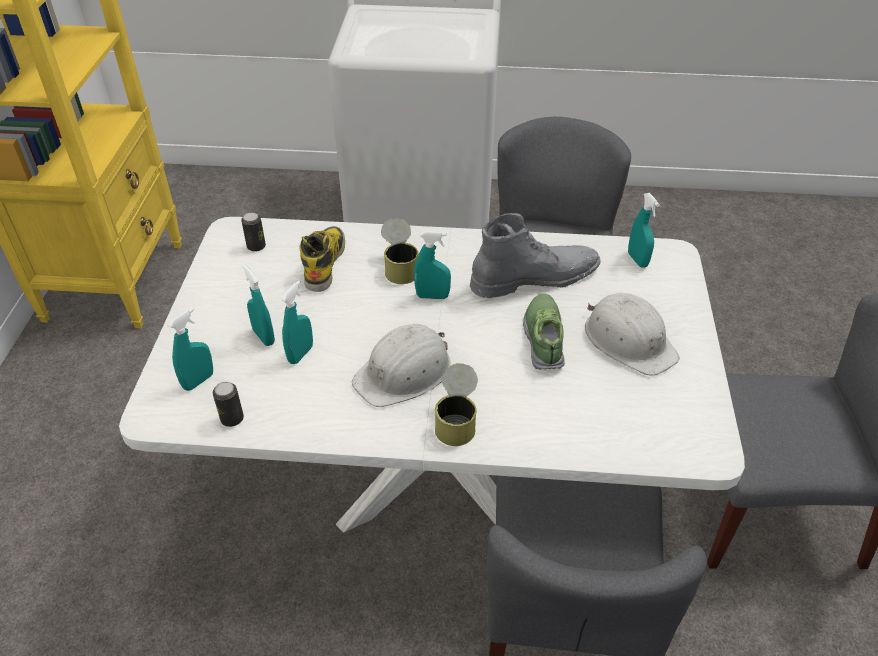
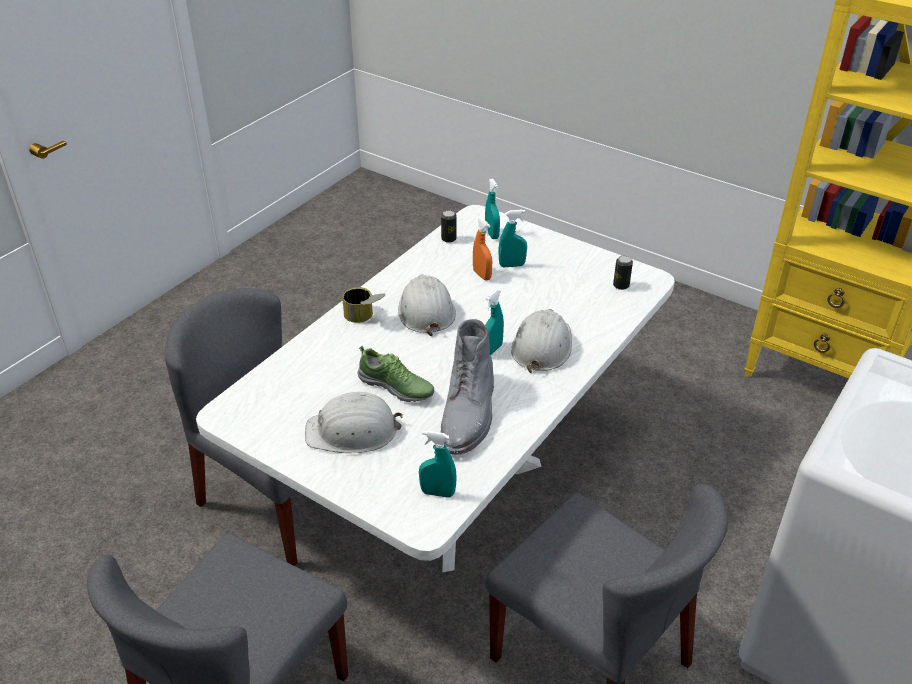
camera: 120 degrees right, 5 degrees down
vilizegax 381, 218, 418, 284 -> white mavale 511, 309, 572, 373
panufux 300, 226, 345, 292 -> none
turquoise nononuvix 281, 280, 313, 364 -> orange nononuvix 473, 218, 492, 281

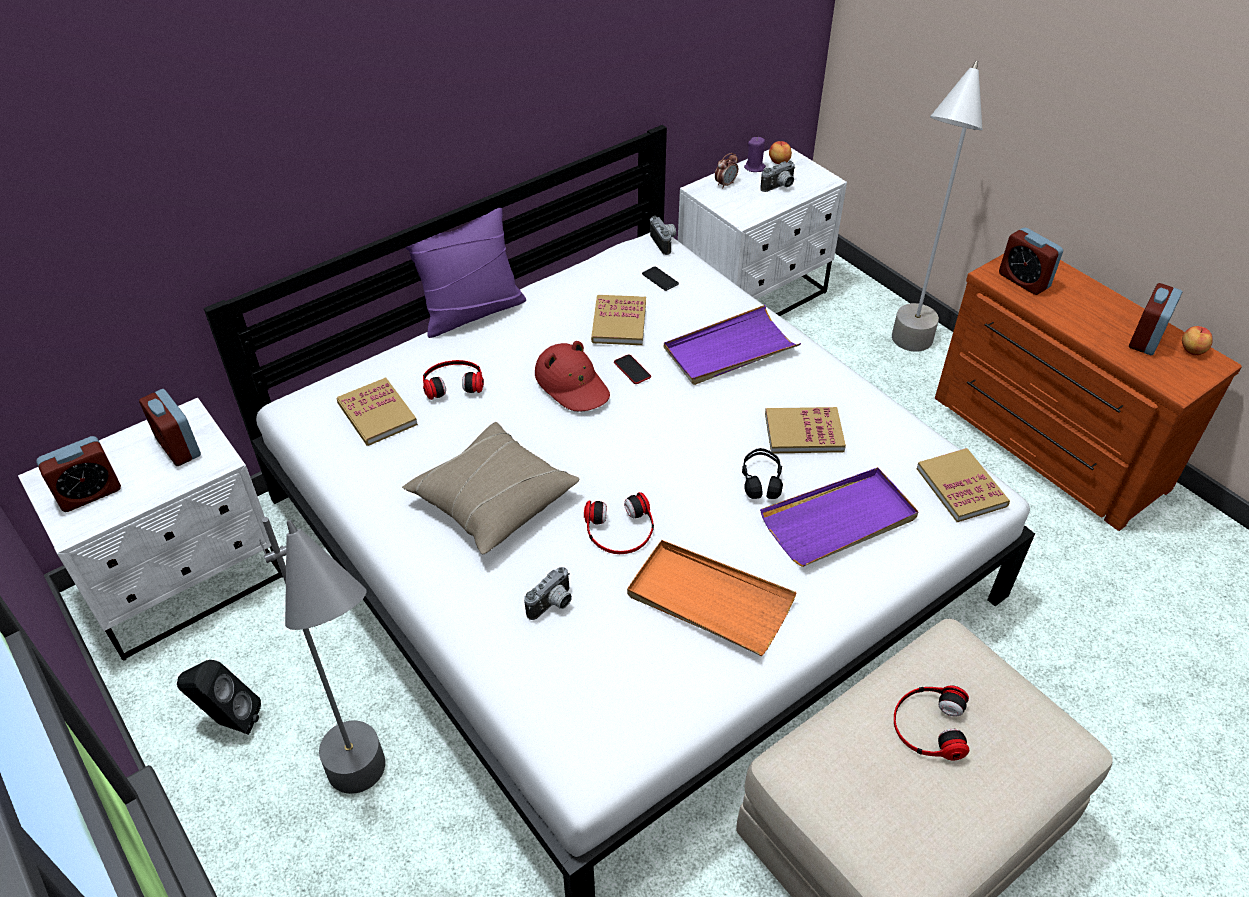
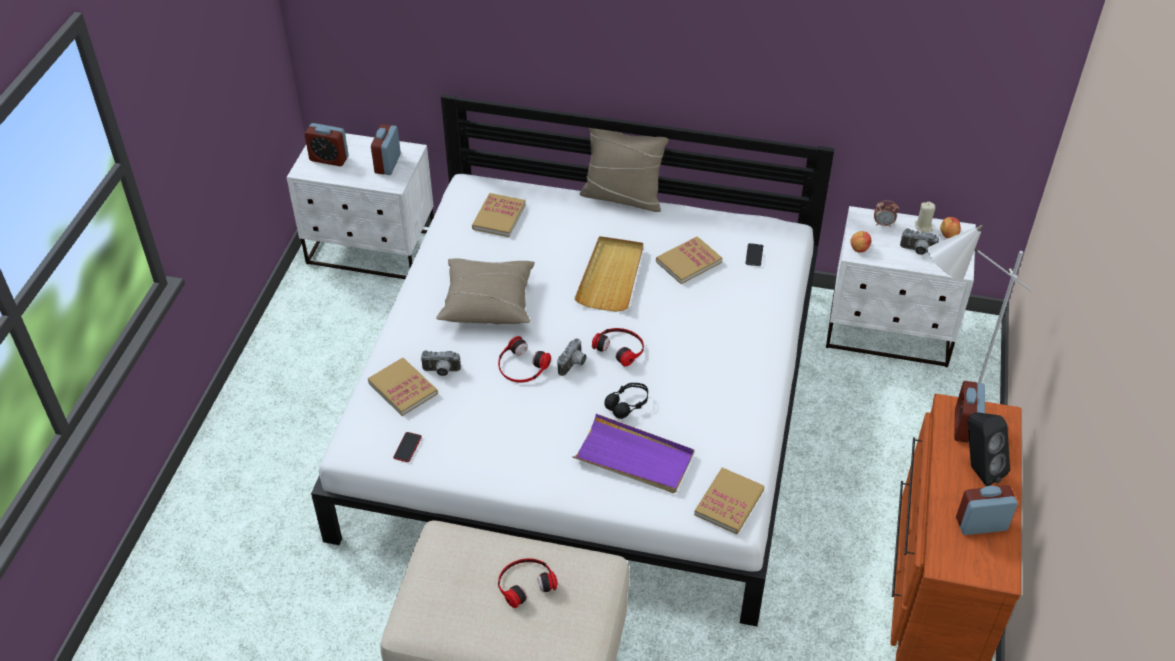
camera: 50 degrees right, 0 degrees up
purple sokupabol 744, 137, 766, 172 -> beige sokupabol 915, 202, 935, 233
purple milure 405, 208, 526, 338 -> beige milure 580, 128, 669, 212
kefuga 650, 216, 676, 255 -> kefuga 557, 338, 587, 376, moved
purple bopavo 664, 305, 801, 385 -> none
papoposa 1182, 326, 1212, 355 -> papoposa 850, 231, 871, 253, moved
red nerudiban 535, 341, 610, 411 -> beige bopavo 574, 236, 643, 312
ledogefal 614, 354, 651, 384 -> ledogefal 393, 432, 422, 462, moved
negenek 423, 360, 484, 400 -> negenek 592, 328, 644, 367, moved
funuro 765, 407, 846, 453 -> funuro 368, 358, 438, 416, moved
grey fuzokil 259, 517, 385, 794 -> none
orange bopavo 627, 540, 797, 656 -> none
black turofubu 177, 660, 261, 735 -> black turofubu 968, 412, 1010, 486, moved

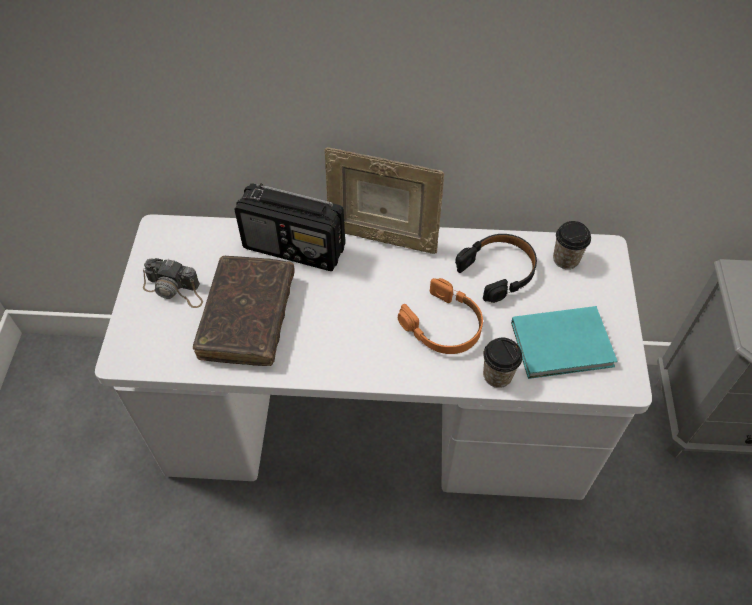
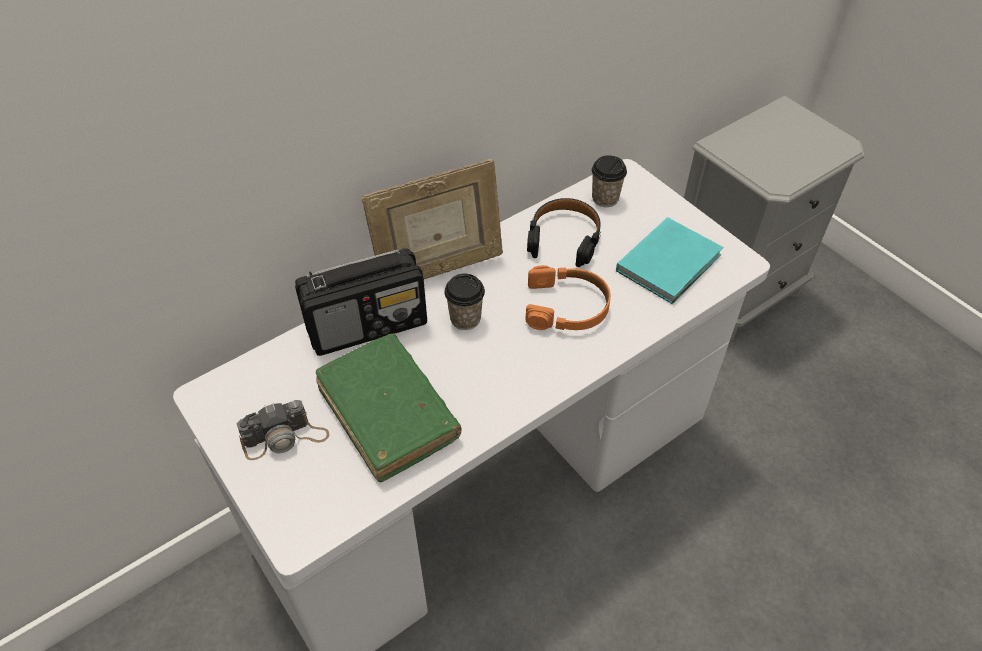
camera: 40 degrees left, 5 degrees down
brown funuro 193, 256, 295, 366 -> green funuro 316, 333, 461, 482
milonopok 483, 338, 522, 388 -> milonopok 444, 274, 485, 330, moved

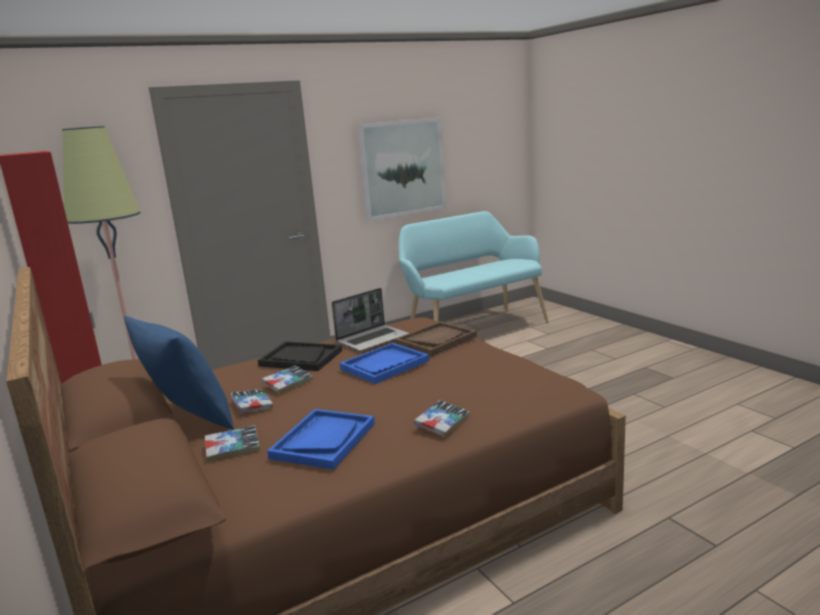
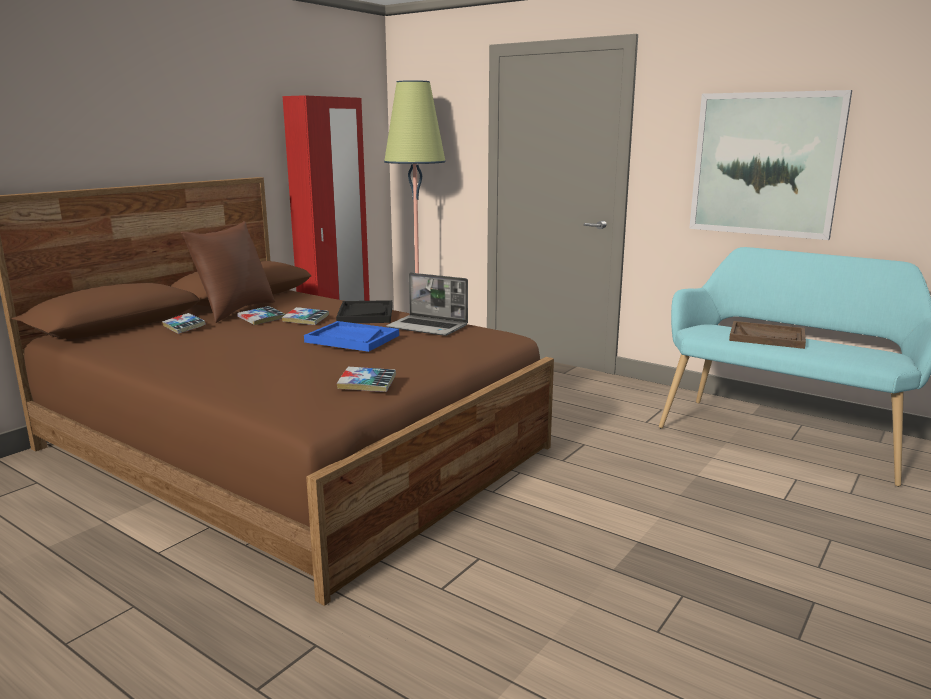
camera: 65 degrees right, 0 degrees up
blue milure 124, 316, 234, 430 -> brown milure 181, 221, 275, 323
brown bopavo 395, 322, 477, 356 -> brown bopavo 729, 321, 806, 349, moved
funuro 414, 400, 470, 437 -> funuro 337, 367, 396, 392, moved
blue bopavo 267, 409, 375, 470 -> none

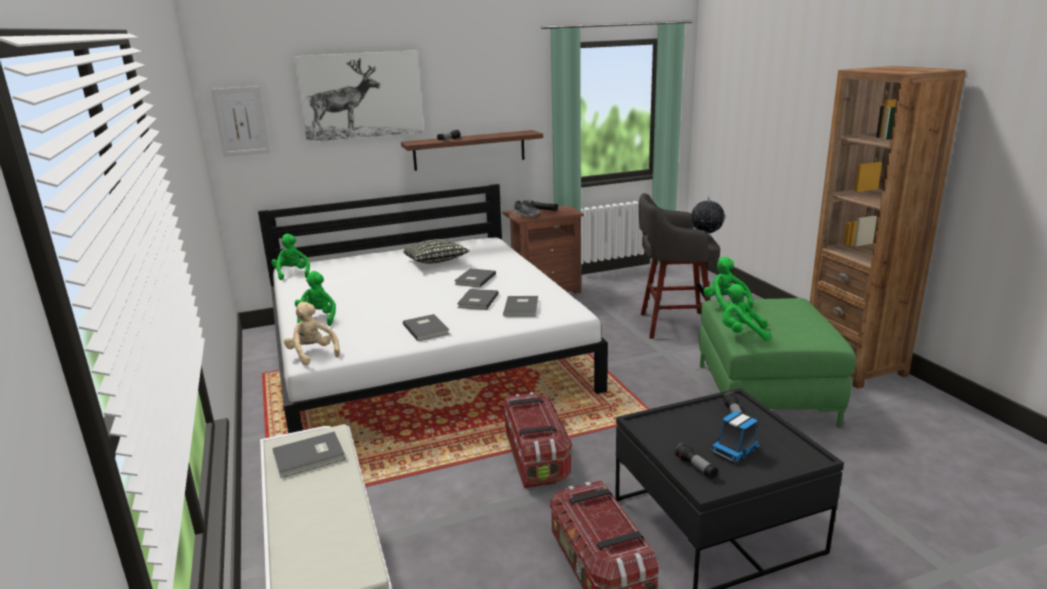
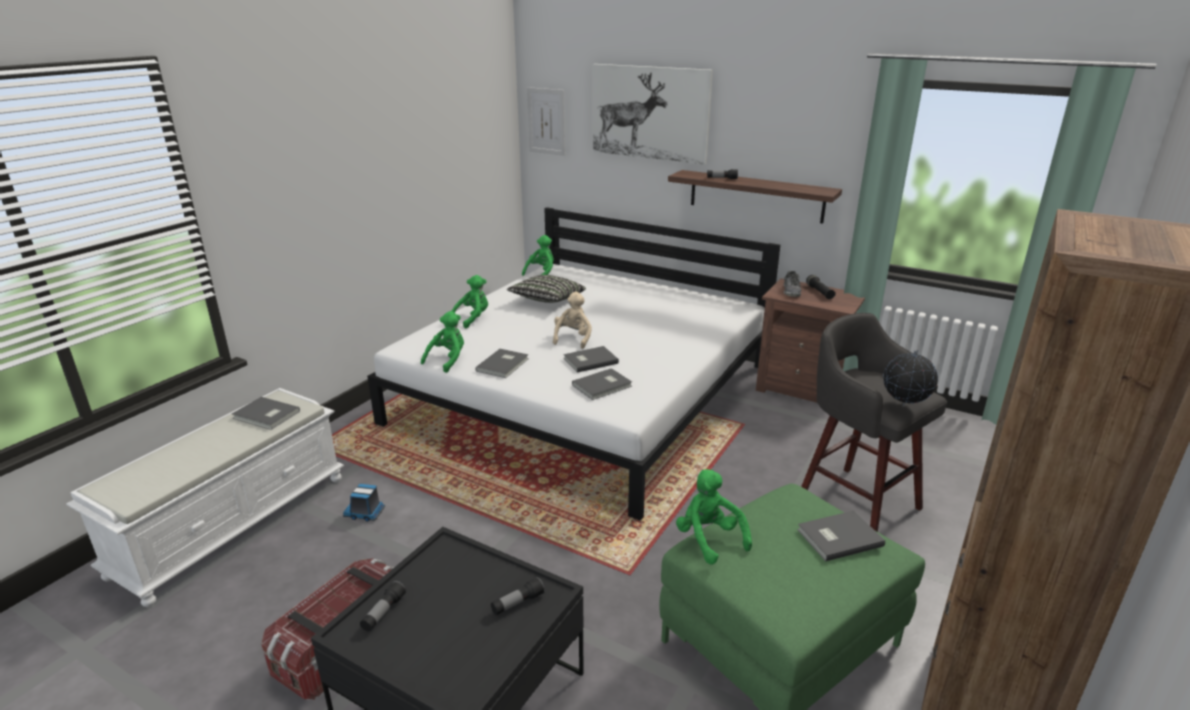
camera: 50 degrees right, 5 degrees up
milure 403, 239, 470, 264 -> milure 507, 275, 586, 303, moved
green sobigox 704, 257, 753, 312 -> green sobigox 421, 311, 464, 373, moved
grey funuro 454, 268, 496, 287 -> grey funuro 797, 511, 885, 561, moved
beige sobigox 284, 302, 340, 366 -> beige sobigox 553, 292, 592, 349, moved
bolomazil 504, 392, 572, 488 -> none
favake 711, 411, 760, 463 -> favake 343, 484, 385, 522, moved

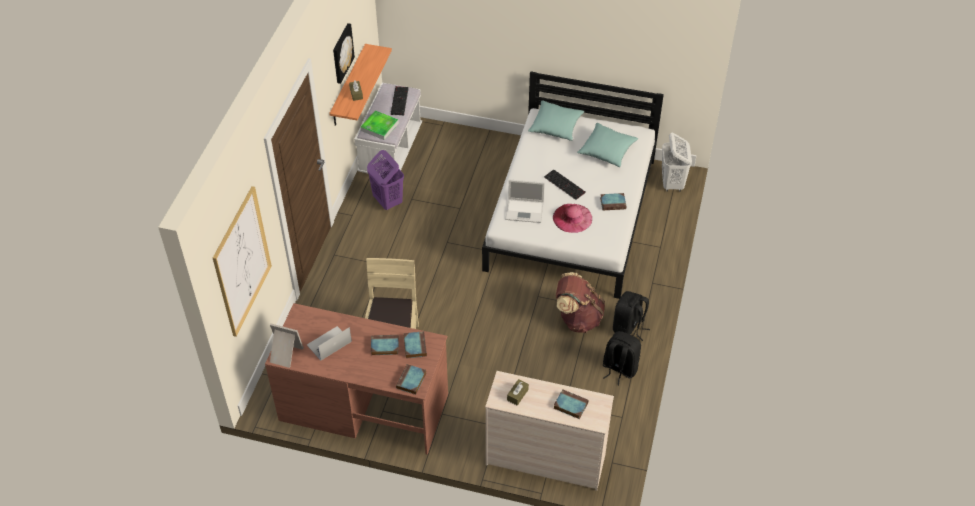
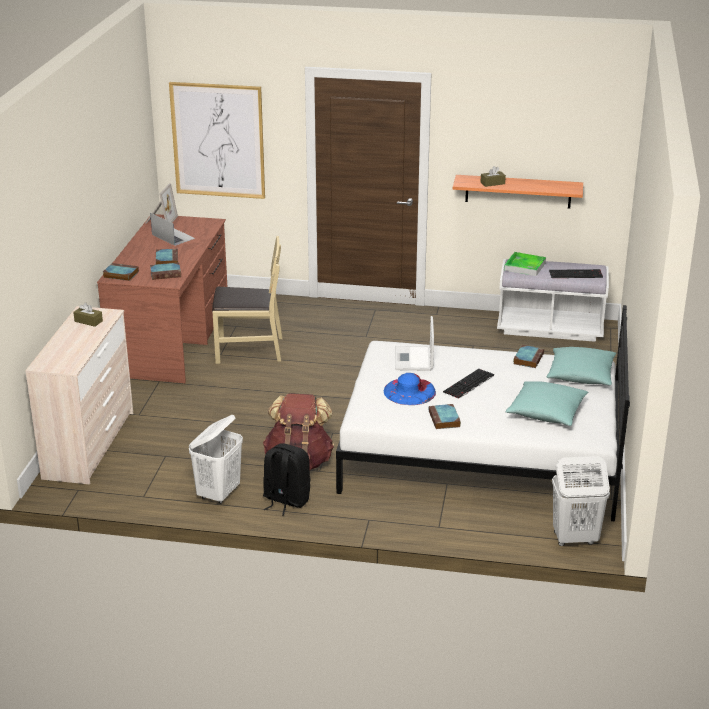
camera: 85 degrees right, 20 degrees down
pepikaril 333, 23, 355, 84 -> none
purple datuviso 367, 150, 404, 210 -> none
pink nerudiban 553, 204, 592, 233 -> blue nerudiban 384, 373, 436, 405
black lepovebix 602, 331, 641, 385 -> white datuviso 189, 415, 243, 504
funuro 554, 389, 589, 419 -> funuro 513, 345, 544, 368, moved

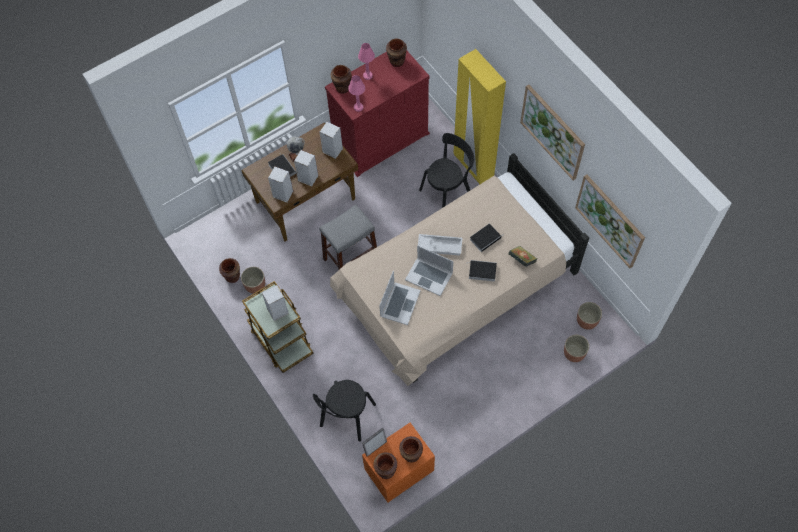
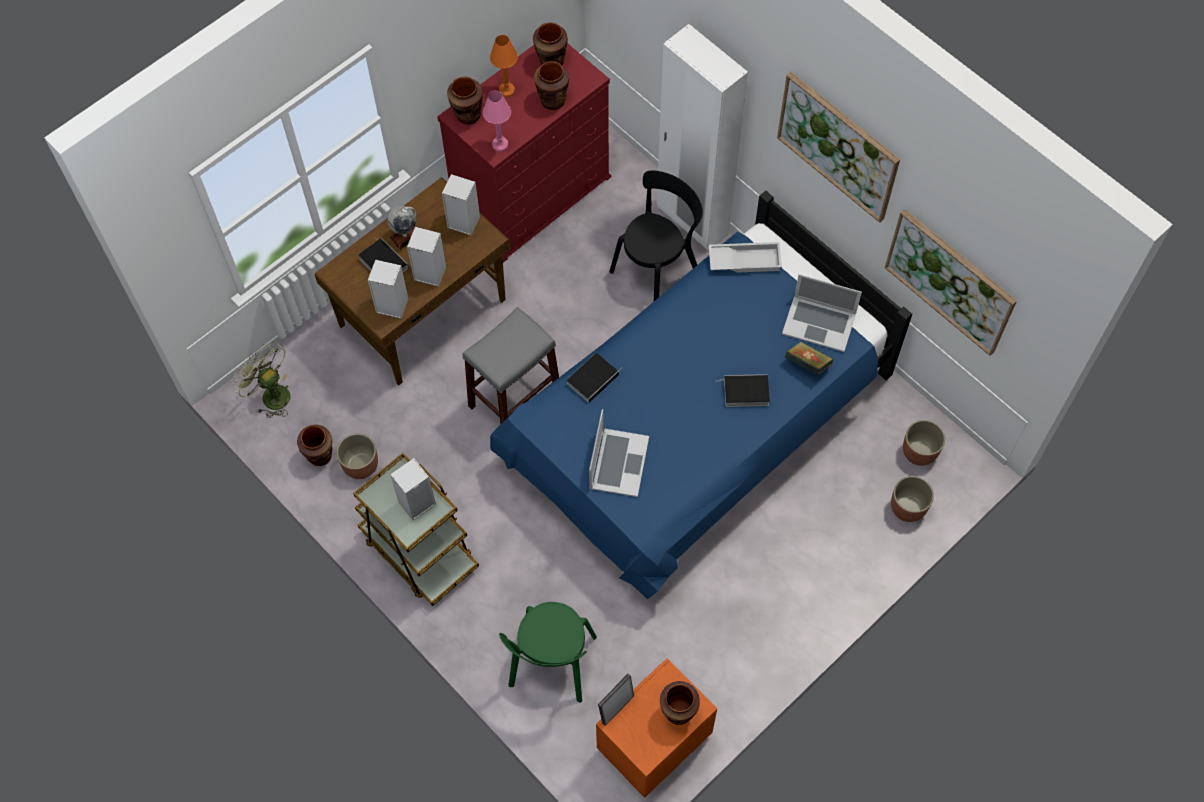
camera: 10 degrees left, 0 degrees up
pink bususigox 358, 43, 375, 80 -> orange bususigox 490, 35, 518, 97
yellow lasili 454, 49, 506, 185 -> white lasili 657, 24, 748, 251
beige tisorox 330, 153, 589, 386 -> blue tisorox 490, 191, 912, 599
funuro 470, 224, 502, 252 -> funuro 567, 353, 623, 403, moved
white bopavo 418, 234, 462, 256 -> white bopavo 709, 242, 782, 273, moved
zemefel 405, 246, 454, 296 -> zemefel 782, 274, 862, 352, moved
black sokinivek 313, 380, 376, 442 -> green sokinivek 499, 602, 597, 703
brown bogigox 374, 452, 397, 479 -> brown bogigox 534, 61, 569, 110, moved
none -> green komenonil 231, 342, 290, 418

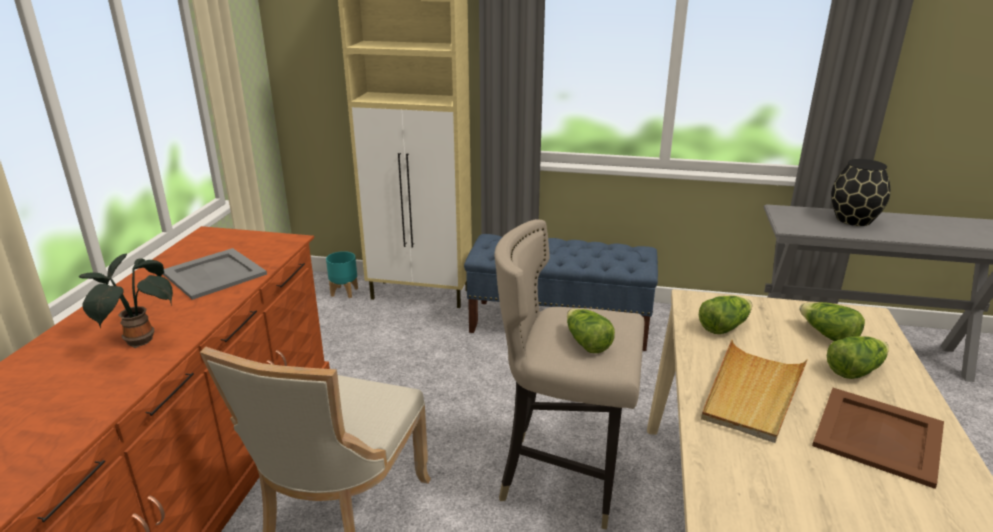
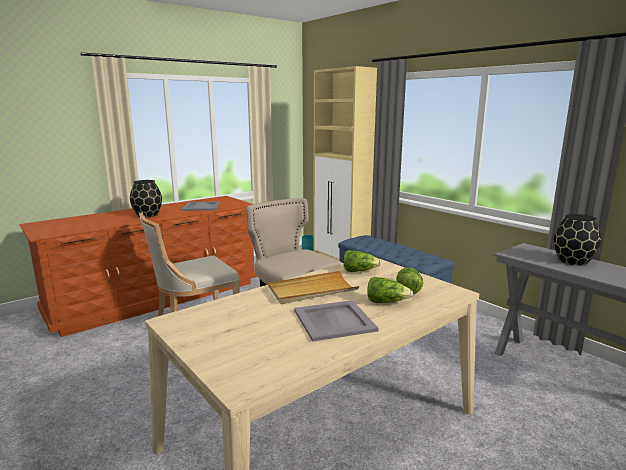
camera: 40 degrees right, 10 degrees down
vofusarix 79, 254, 173, 348 -> black bogigox 130, 180, 162, 217
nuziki 567, 309, 615, 353 -> none
brown bopavo 812, 388, 944, 489 -> grey bopavo 294, 300, 379, 342

